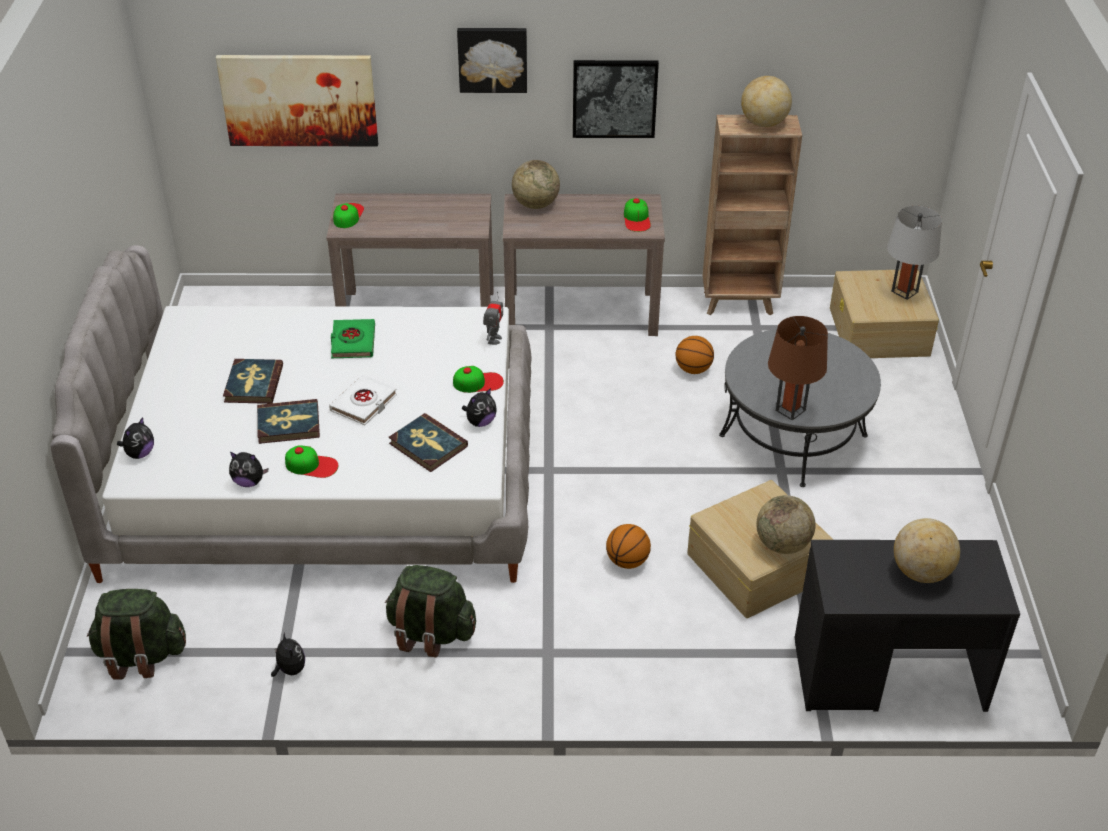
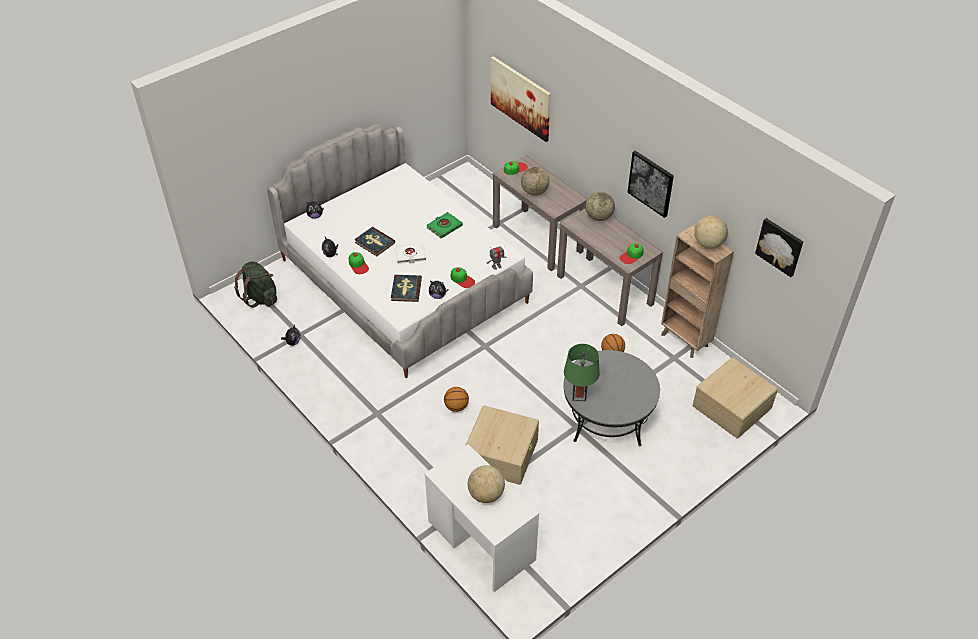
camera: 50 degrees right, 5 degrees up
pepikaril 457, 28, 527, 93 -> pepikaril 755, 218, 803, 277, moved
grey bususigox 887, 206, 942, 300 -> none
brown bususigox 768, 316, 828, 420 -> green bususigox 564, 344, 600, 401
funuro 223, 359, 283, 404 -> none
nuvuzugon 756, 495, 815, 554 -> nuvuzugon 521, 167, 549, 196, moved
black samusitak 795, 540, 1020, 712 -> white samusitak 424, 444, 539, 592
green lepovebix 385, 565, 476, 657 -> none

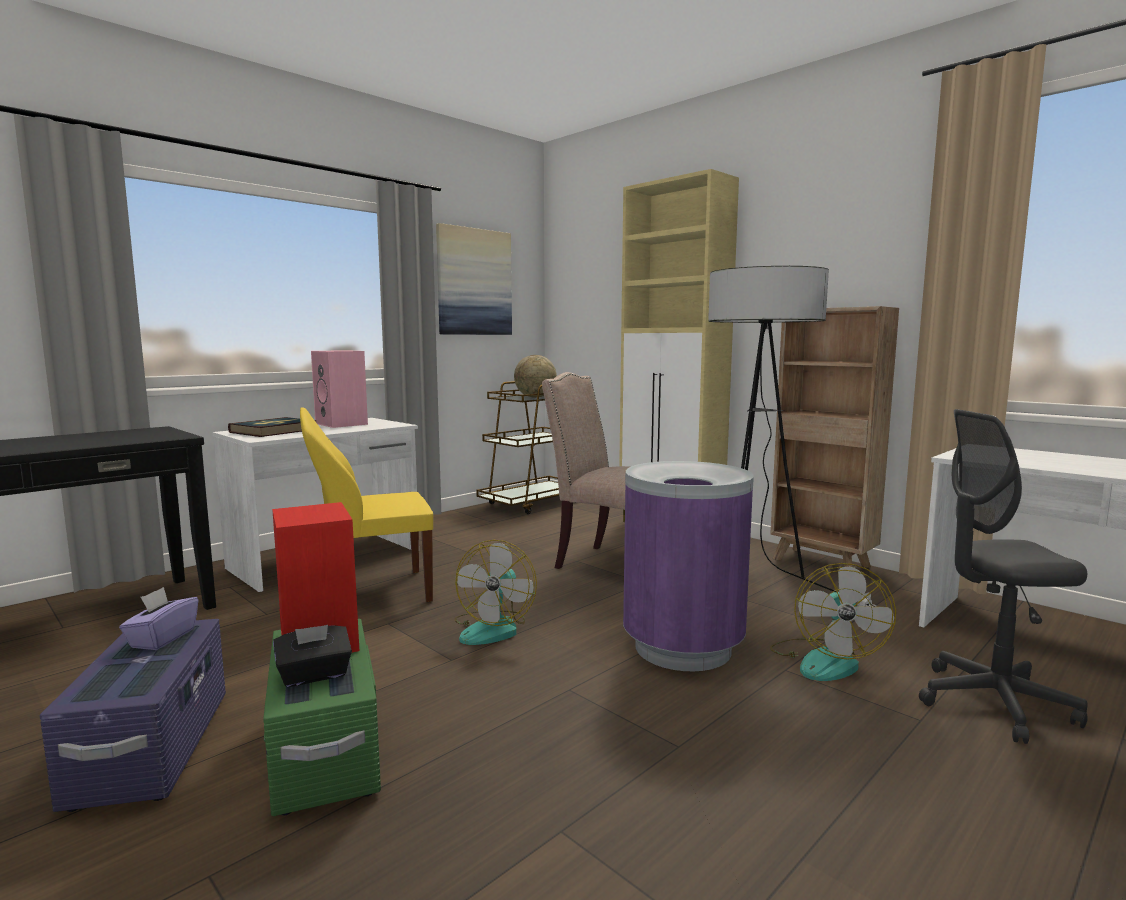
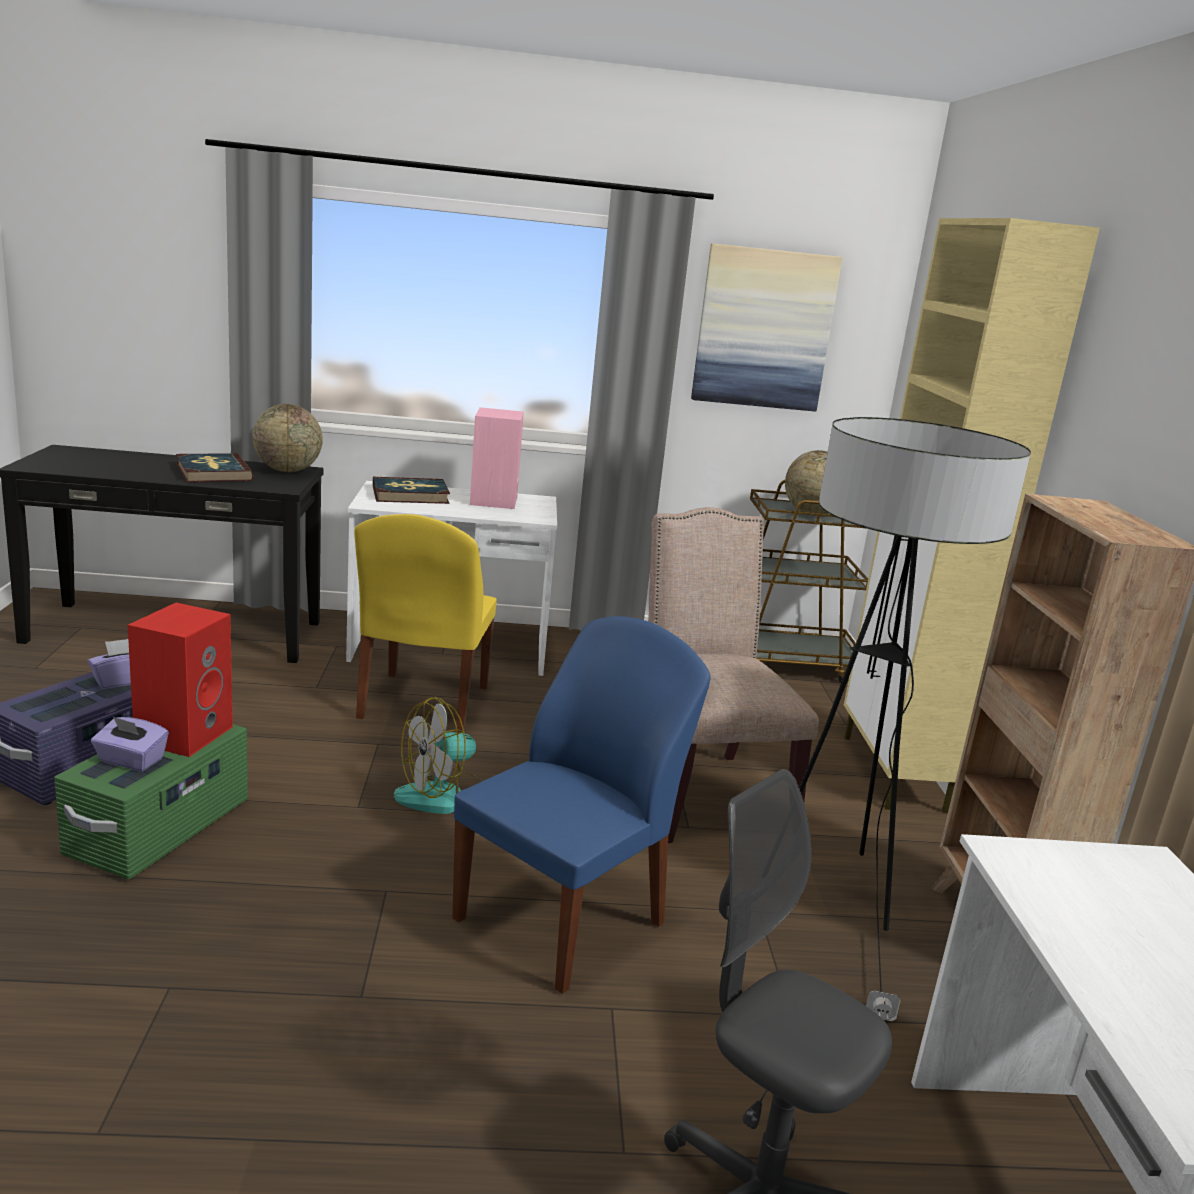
camera: 40 degrees right, 10 degrees up
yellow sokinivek 300, 407, 433, 602 -> yellow sokinivek 354, 514, 497, 732, 105 degrees counterclockwise
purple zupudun 623, 461, 754, 671 -> blue sokinivek 452, 616, 711, 994
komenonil 770, 563, 896, 681 -> none
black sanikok 273, 625, 352, 687 -> purple sanikok 91, 716, 169, 772
none -> nuvuzugon 252, 404, 323, 472
none -> funuro 176, 453, 254, 483

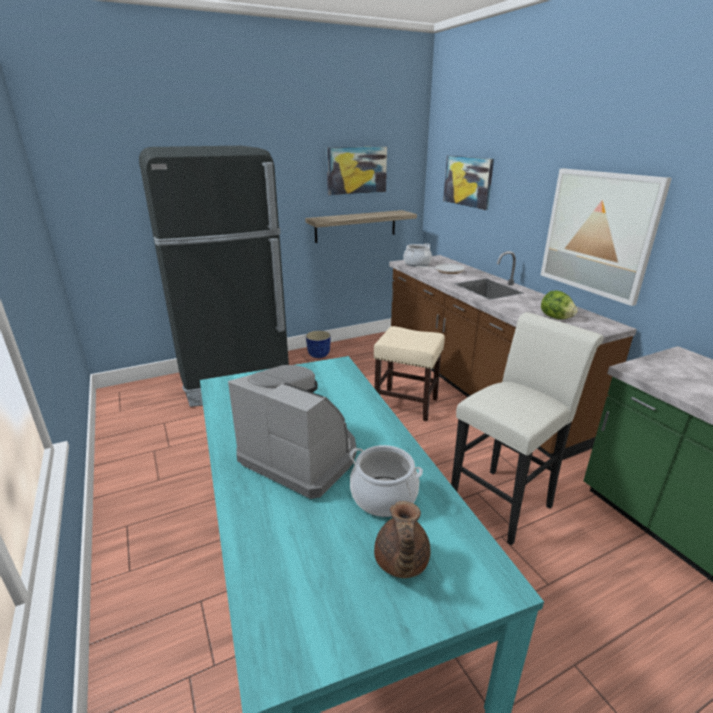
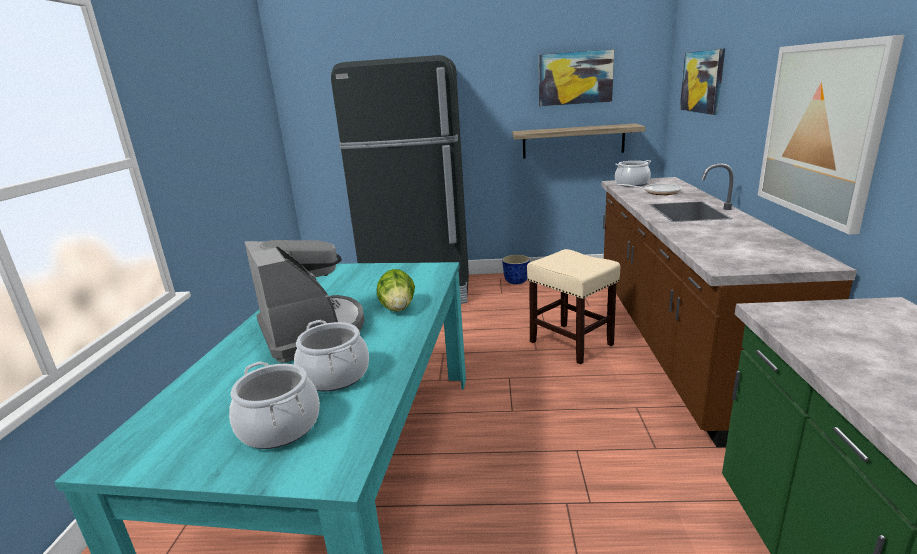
camera: 30 degrees right, 5 degrees down
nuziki 541, 291, 578, 319 -> nuziki 377, 269, 415, 312, moved
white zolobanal 451, 312, 604, 545 -> none
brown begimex 374, 501, 430, 578 -> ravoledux 229, 361, 320, 449

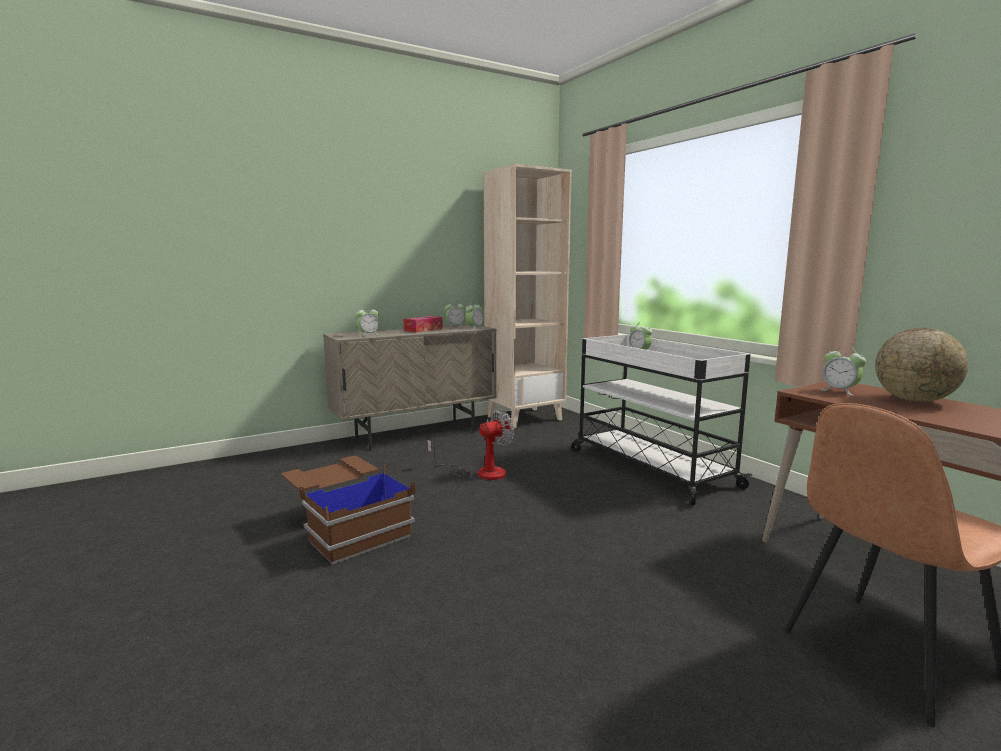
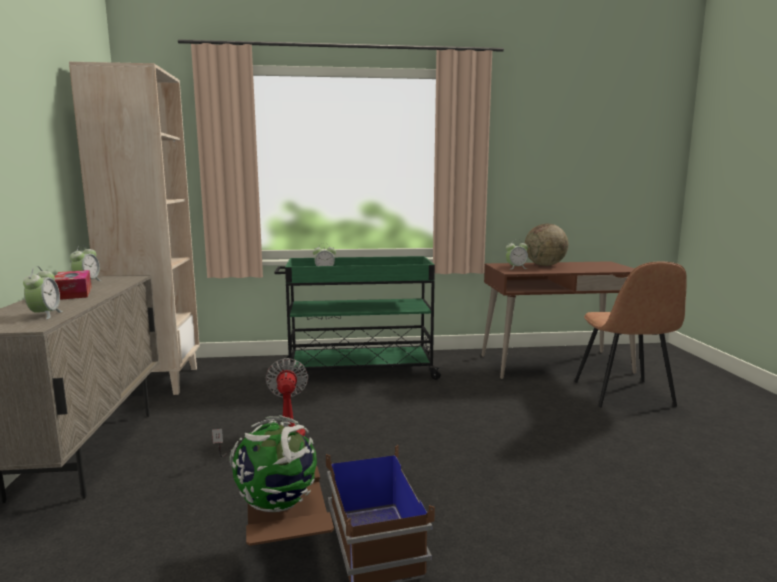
camera: 65 degrees left, 0 degrees up
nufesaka 465, 303, 484, 329 -> none
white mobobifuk 571, 334, 752, 505 -> green mobobifuk 274, 256, 443, 380
none -> nuvuzugon 229, 415, 317, 512

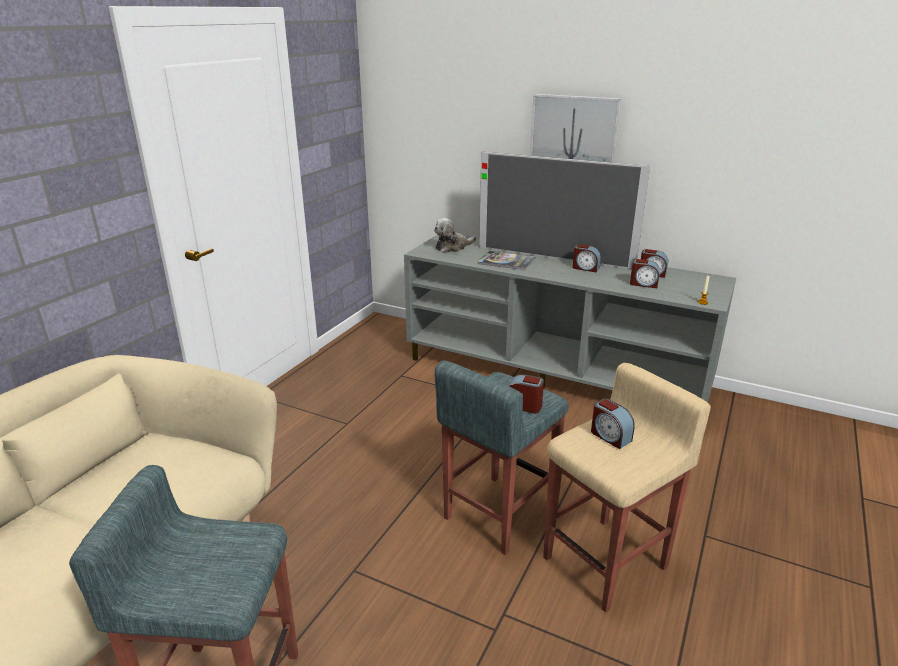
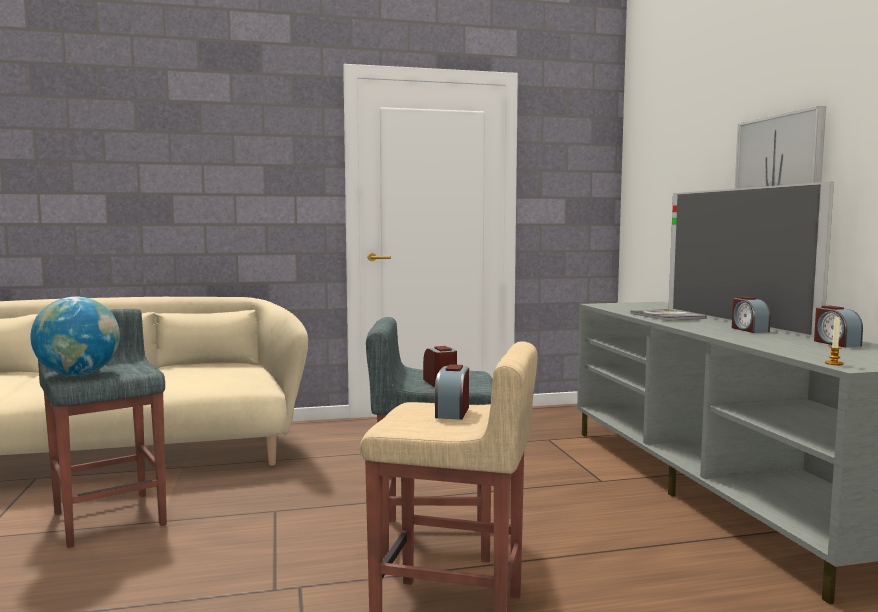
camera: 50 degrees right, 20 degrees down
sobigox 434, 218, 476, 253 -> none
nufesaka 630, 259, 660, 288 -> none
none -> nuvuzugon 30, 297, 120, 376

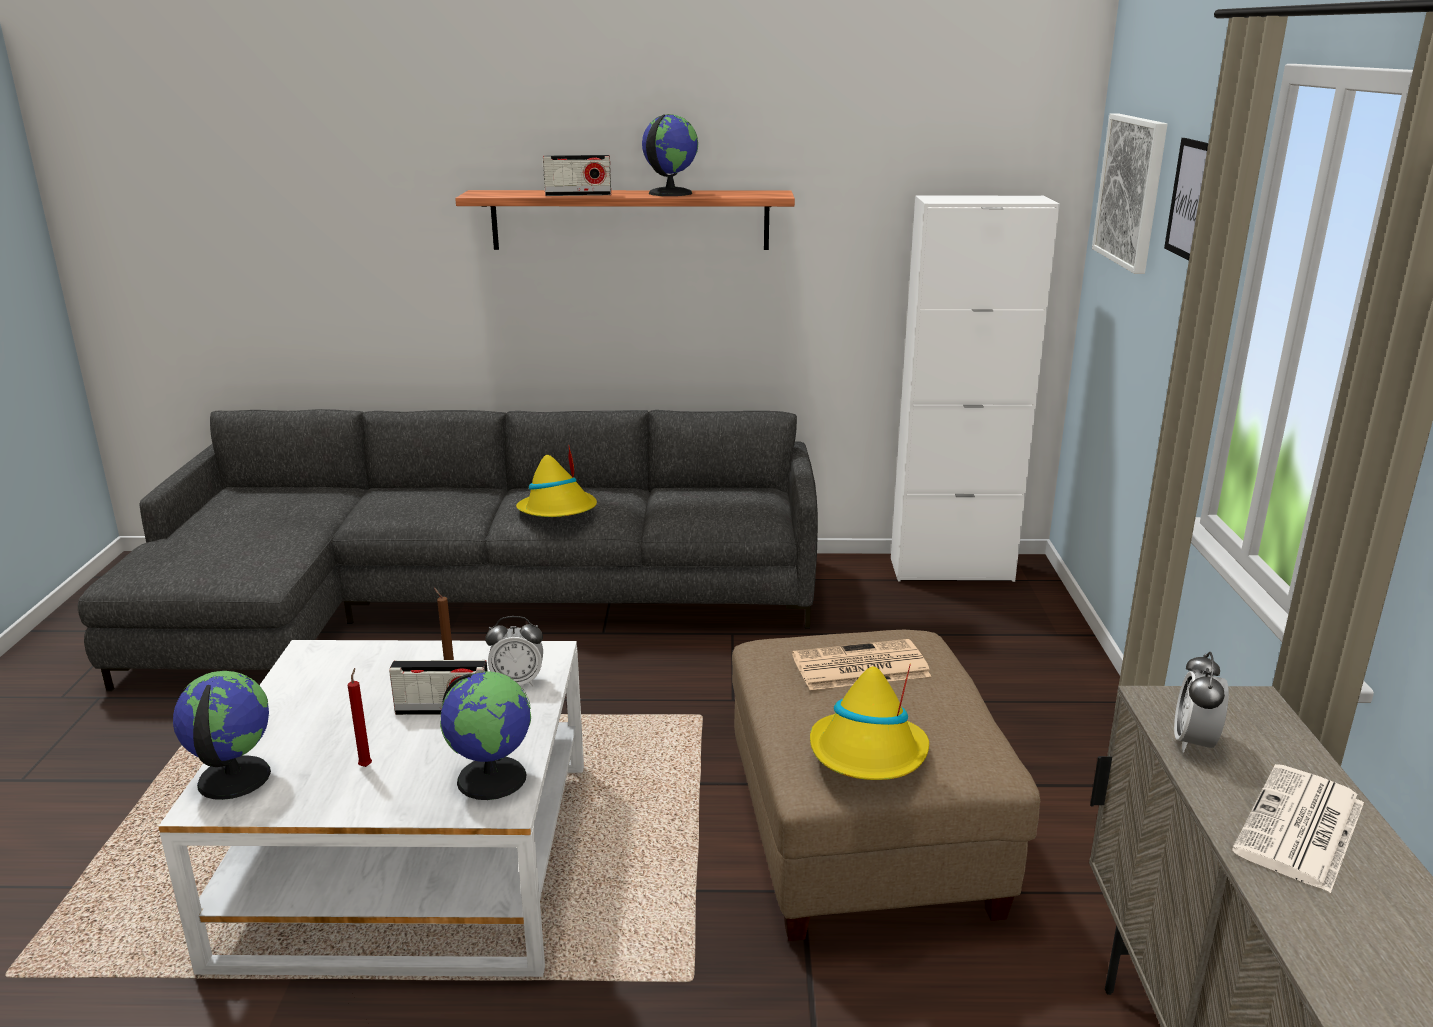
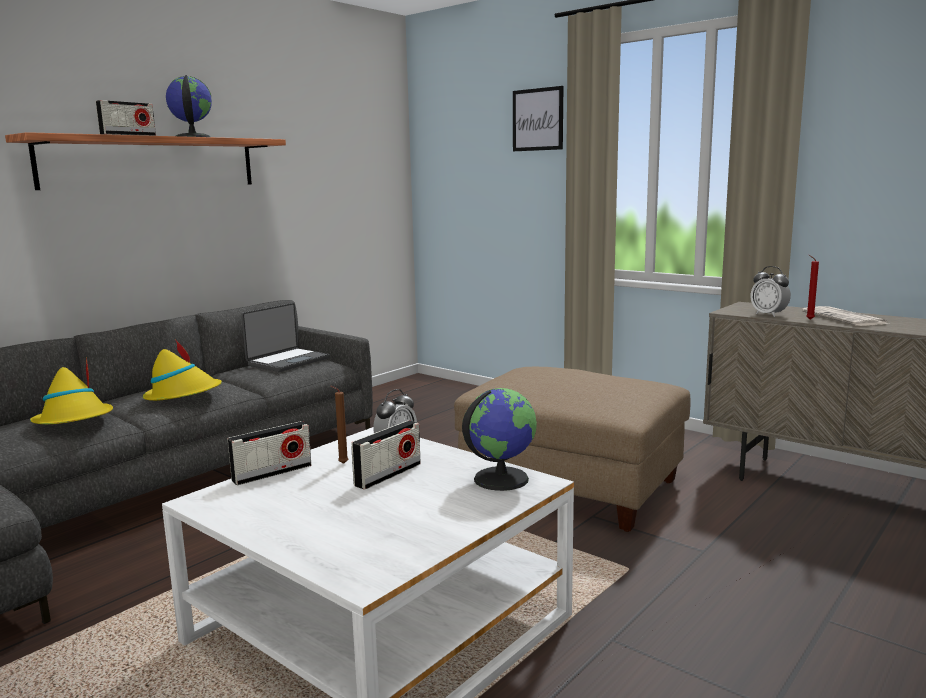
camera: 50 degrees left, 10 degrees down
pepikaril 1092, 114, 1167, 274 -> none
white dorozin 891, 195, 1060, 582 -> none
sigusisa 792, 639, 931, 690 -> none
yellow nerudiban 810, 664, 929, 780 -> yellow nerudiban 30, 358, 113, 424, moved
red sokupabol 348, 668, 372, 767 -> red sokupabol 806, 255, 819, 320, moved
nuvuzugon 173, 671, 271, 800 -> none
none -> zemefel 241, 303, 330, 372
none -> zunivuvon 228, 421, 311, 485

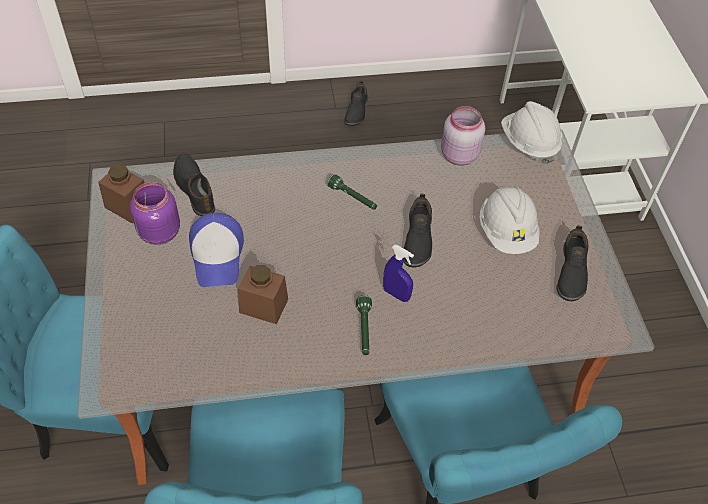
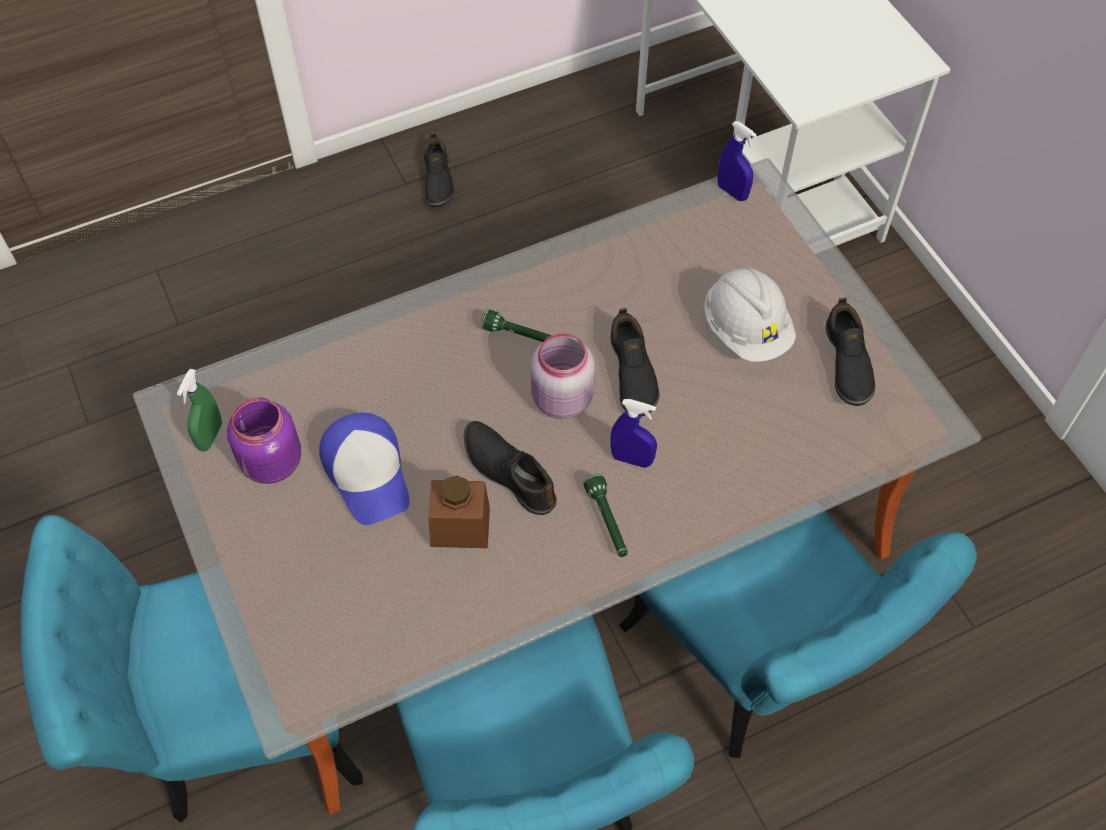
camera: 15 degrees left, 5 degrees up
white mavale 501, 101, 562, 164 -> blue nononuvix 717, 121, 757, 201
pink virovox 441, 106, 485, 165 -> pink virovox 531, 333, 595, 419, moved
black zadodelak 173, 153, 215, 216 -> black zadodelak 464, 421, 557, 515, moved
brown virovox 98, 164, 145, 224 -> green nononuvix 177, 369, 222, 451

